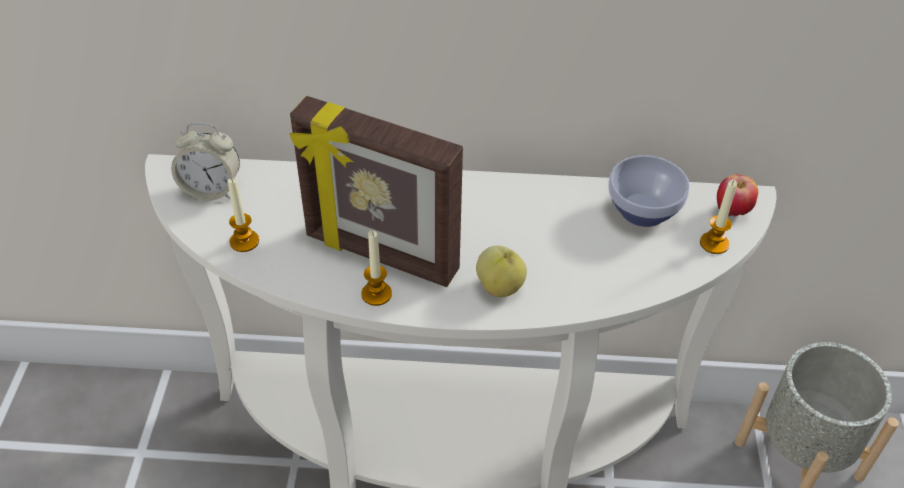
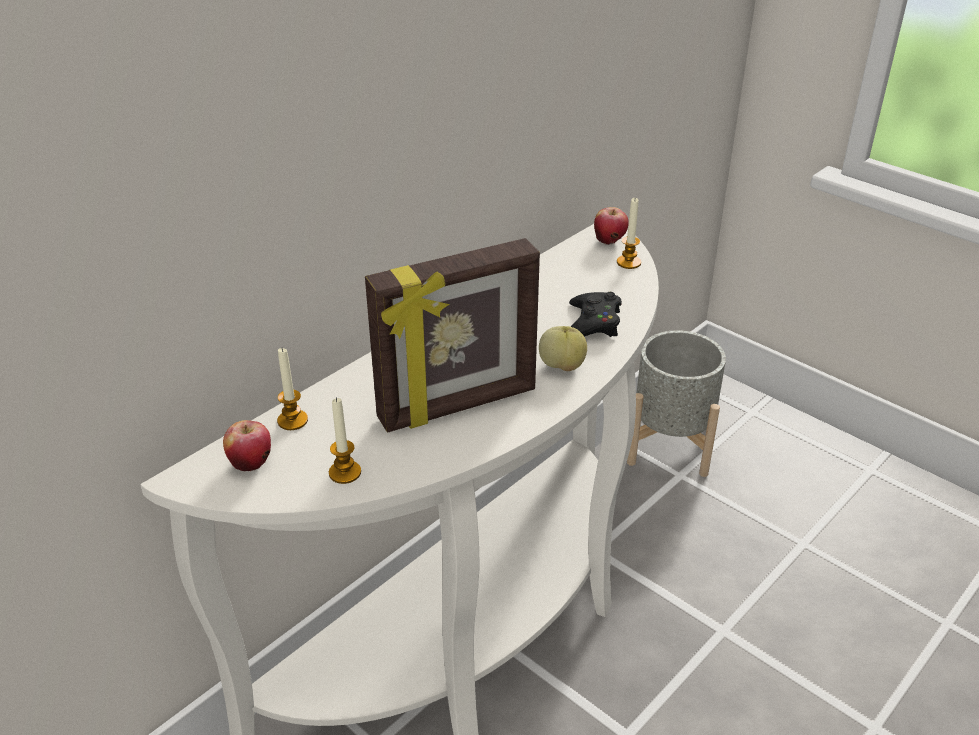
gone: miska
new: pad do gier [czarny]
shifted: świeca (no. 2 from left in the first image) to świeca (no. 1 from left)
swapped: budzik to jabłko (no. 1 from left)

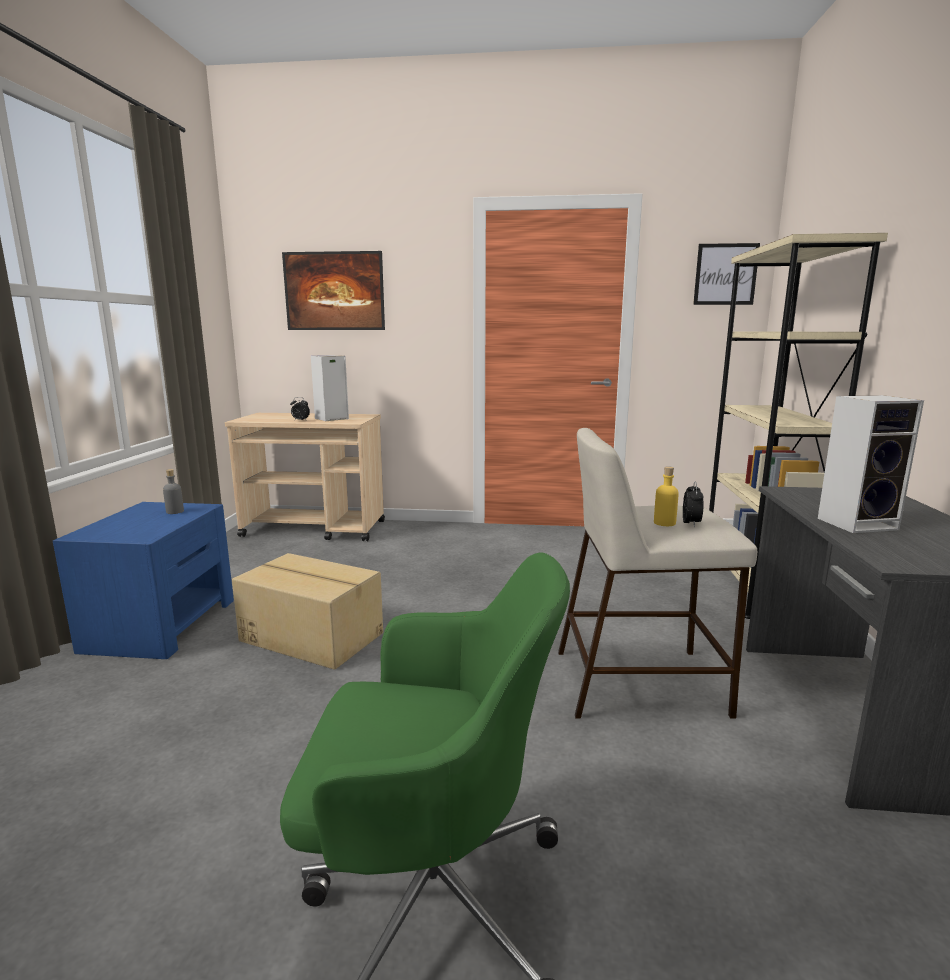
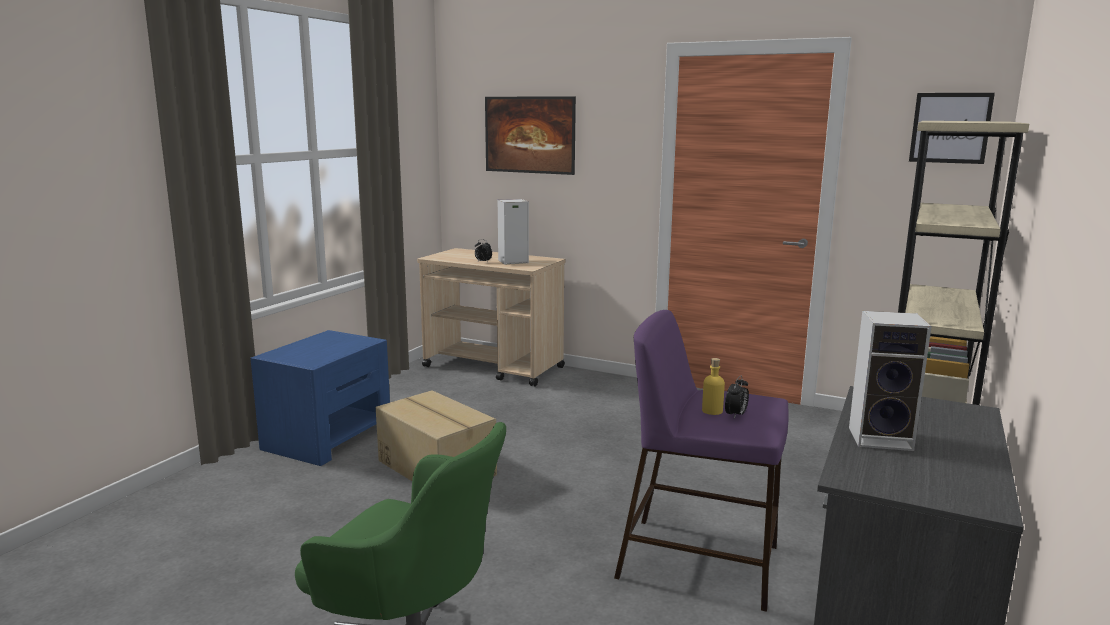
gone: butelka [szary]
repainted: stołek [beżowy] to stołek [fioletowy]

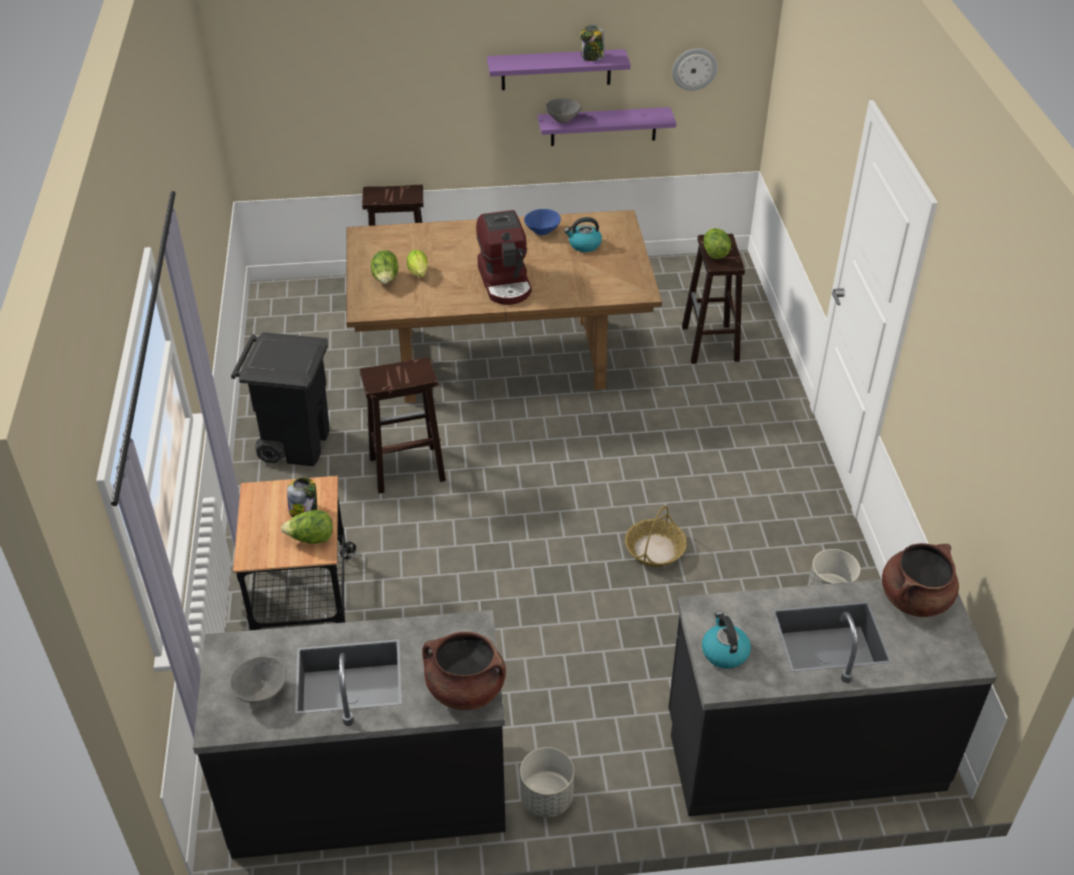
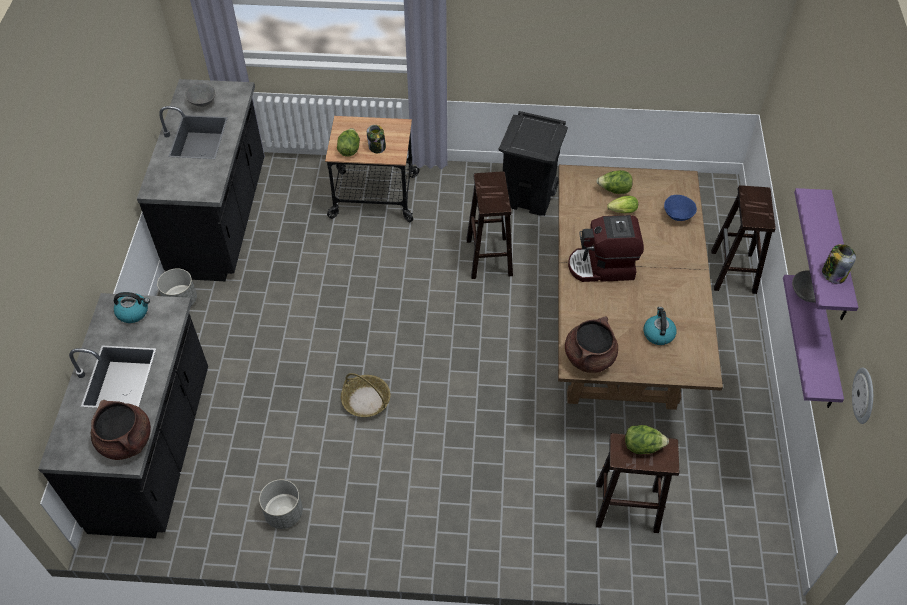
shifted: garnek [brązowy] (no. 1 from left in the first image) to garnek [brązowy] (no. 2 from left); miska [niebieski]

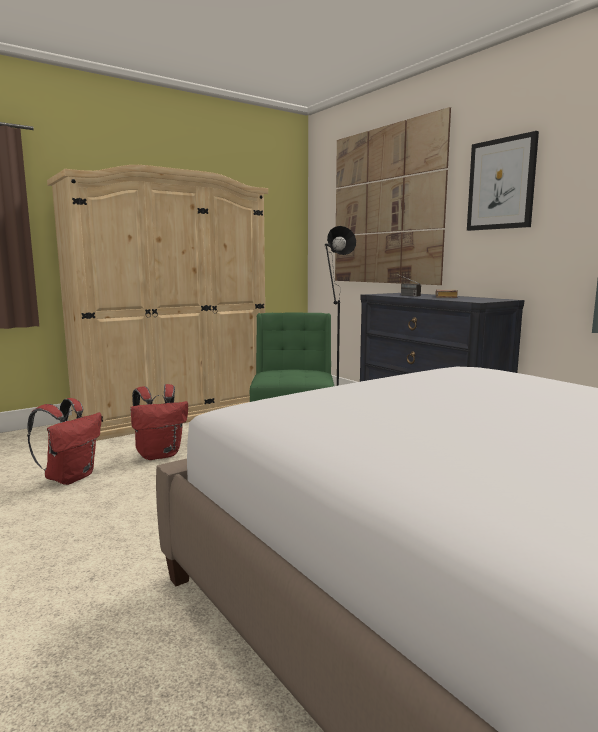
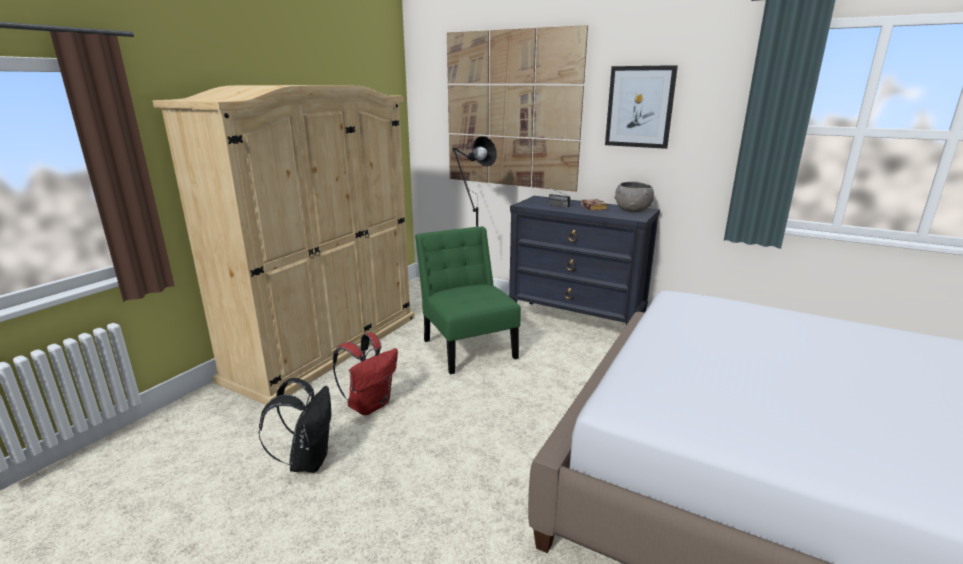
new: miska [szary]
repainted: plecak [czerwony] (no. 1 from left) to plecak [czarny]

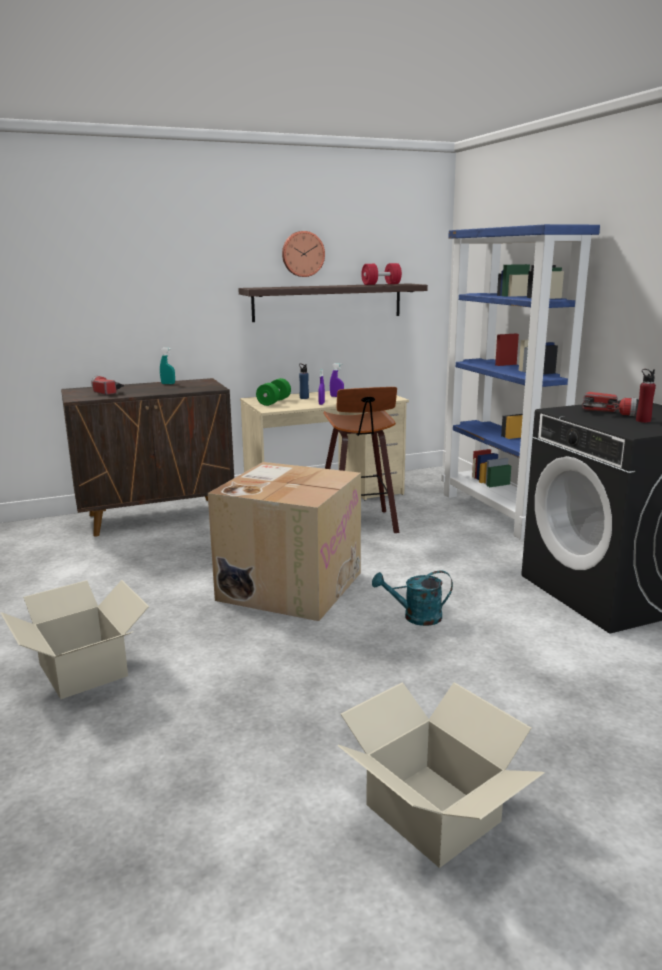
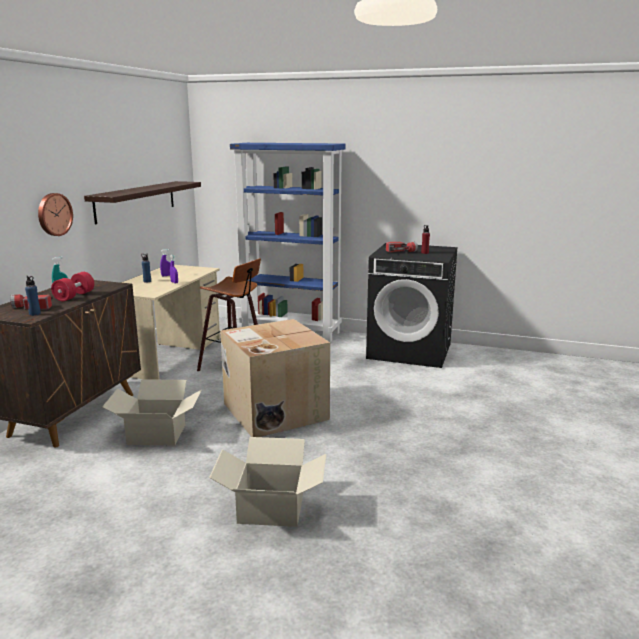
gone: hantel [zielony]; konewka [turkusowy]
new: butelka [niebieski] (no. 1 from left)
shifted: zegar ścienny; karton (no. 3 from left in the first image) to karton (no. 1 from left); hantel [czerwony]

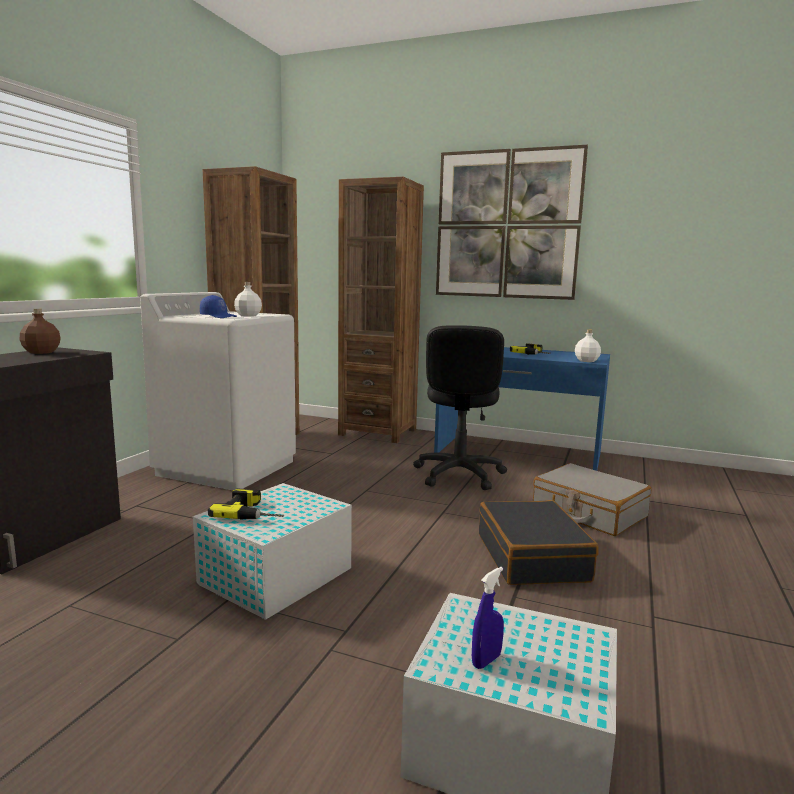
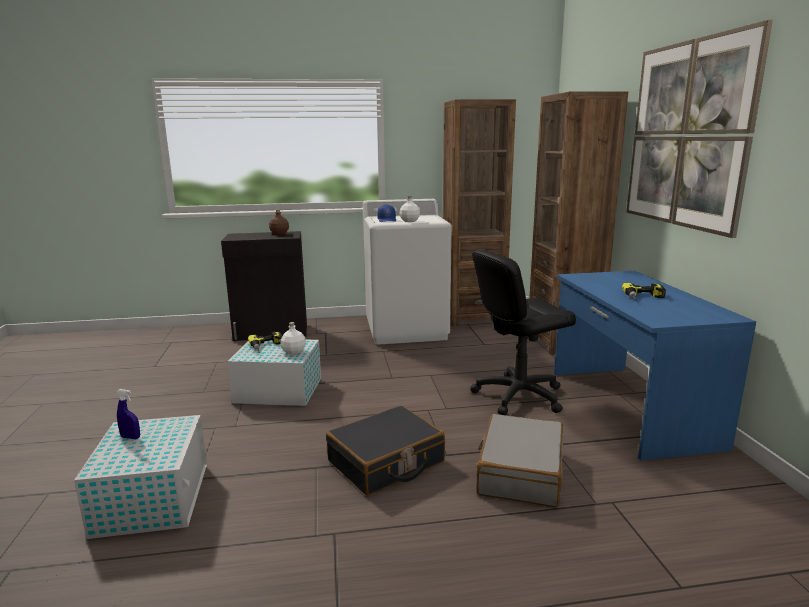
shifted: butelka [biały] (no. 2 from left in the first image) to butelka [biały] (no. 1 from left)

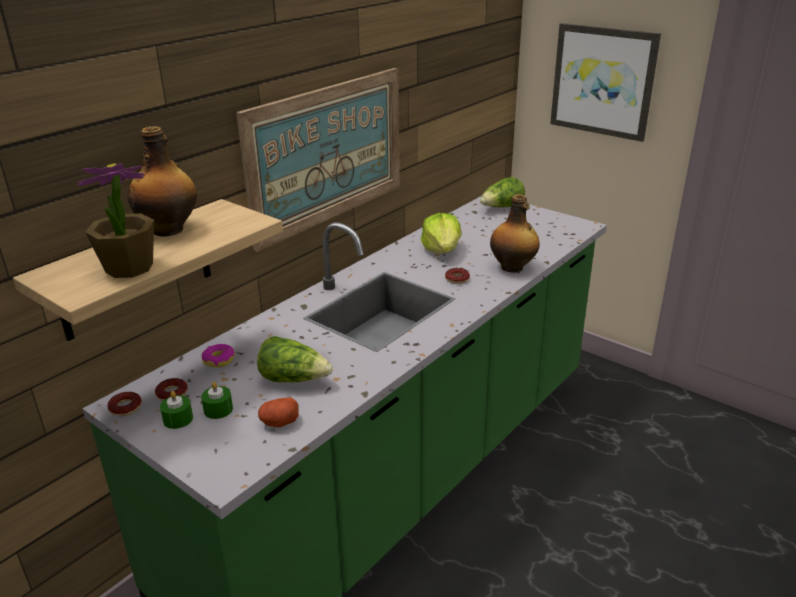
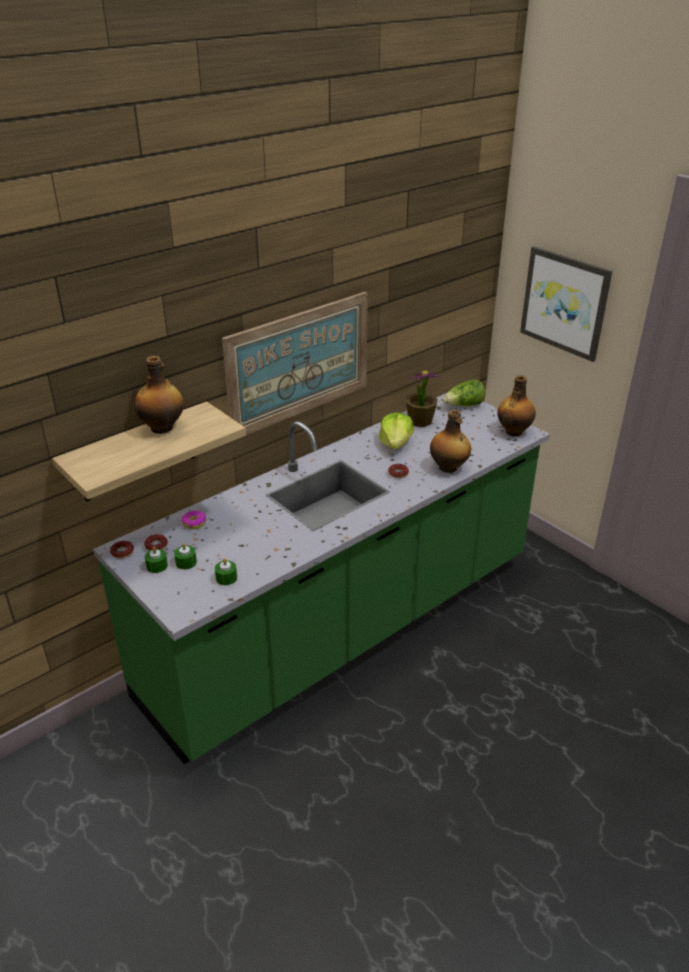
gone: sałata (no. 1 from left)
new: butelka (no. 3 from left)
shifted: roślina doniczkowa
swapped: ziemniak to świeca [zielony] (no. 3 from left)

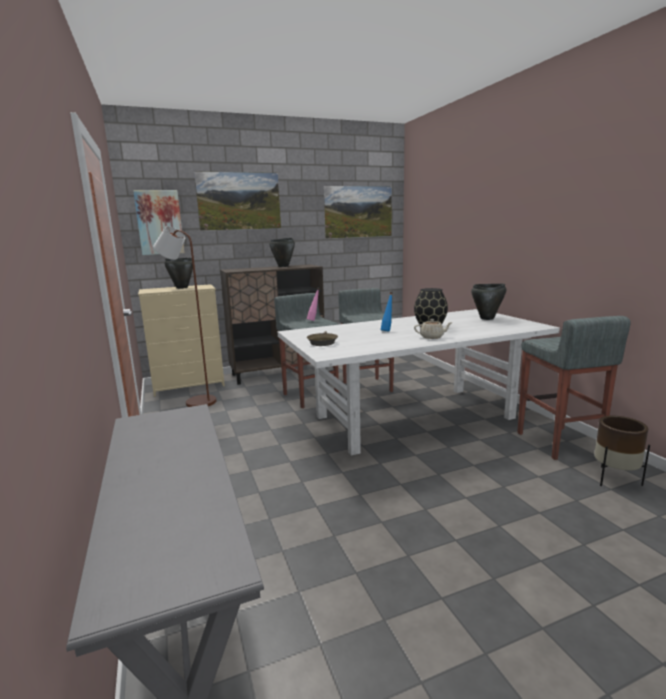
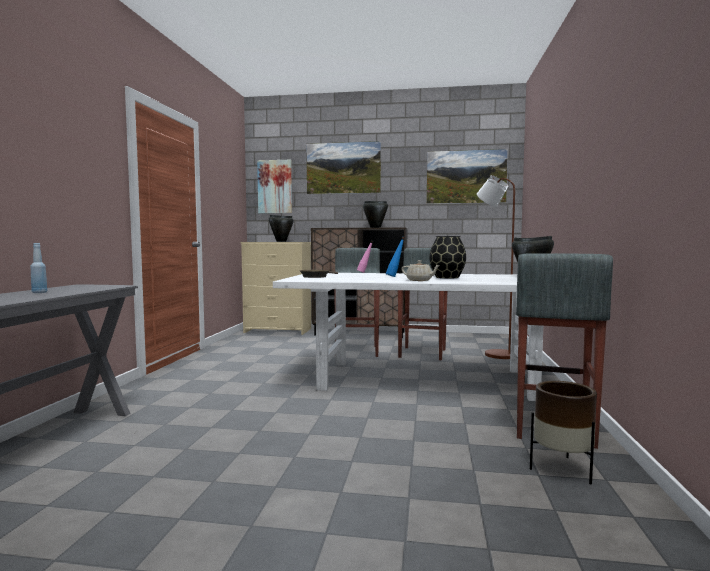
new: butelka [niebieski] (no. 1 from left)
shifted: lampa stojąca [brązowy]

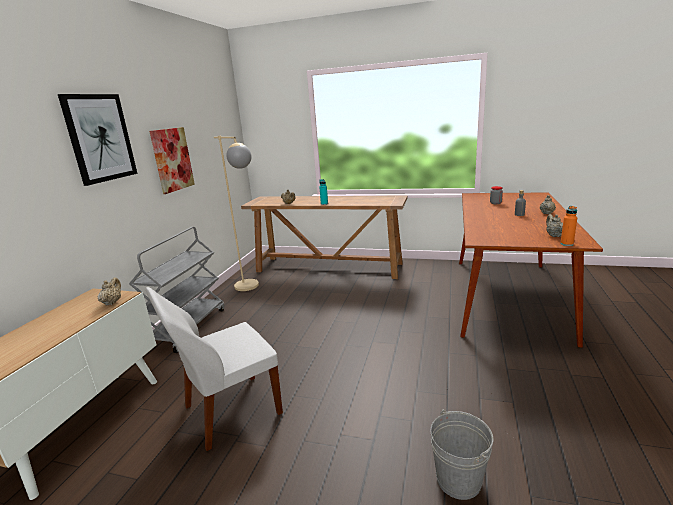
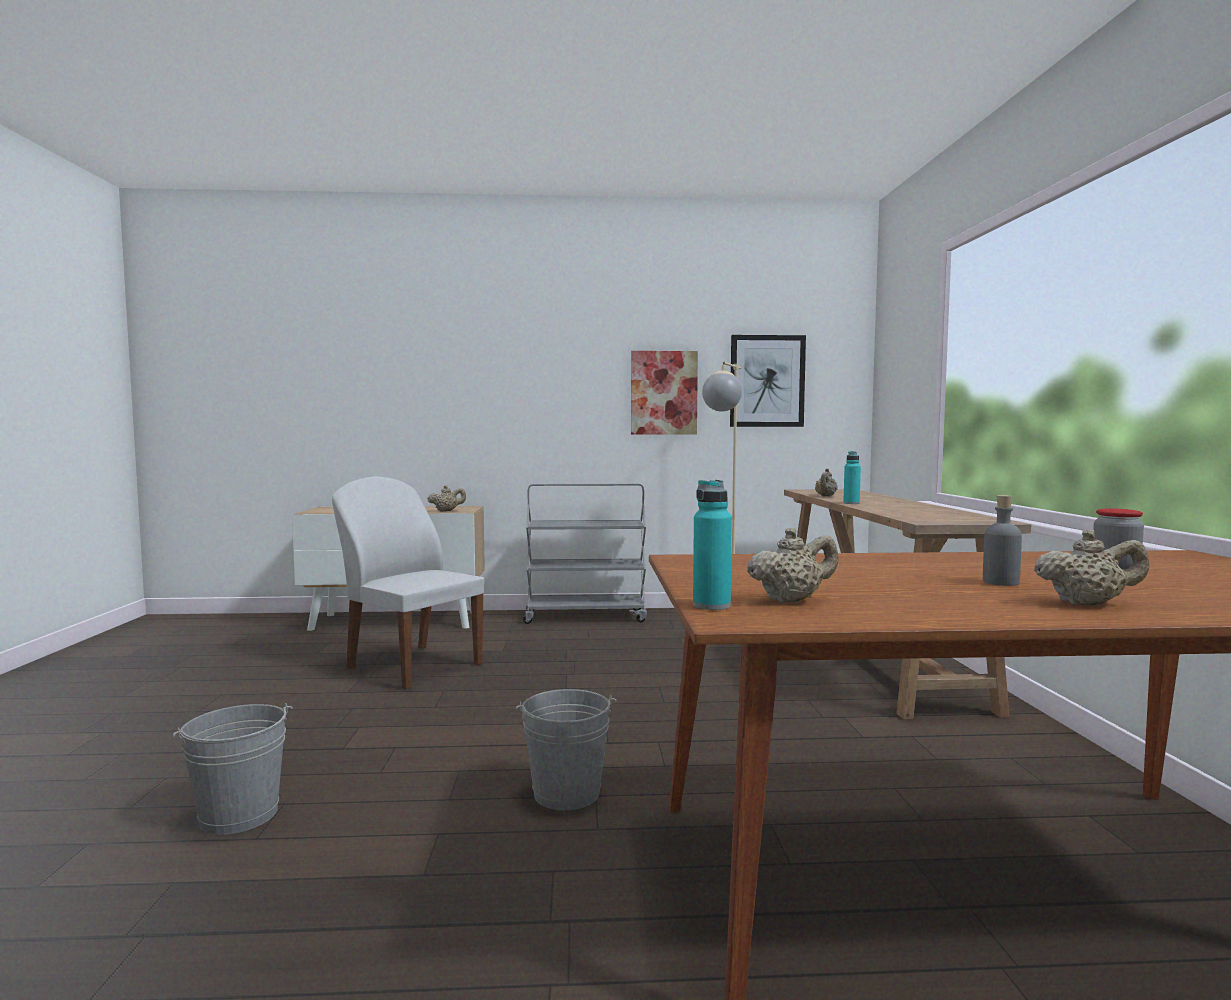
new: wiadro [szary] (no. 2 from left)
shifted: obraz (no. 1 from left in the first image) to obraz (no. 2 from left)
repainted: butelka [pomarańczowy] to butelka [turkusowy] (no. 1 from left)

